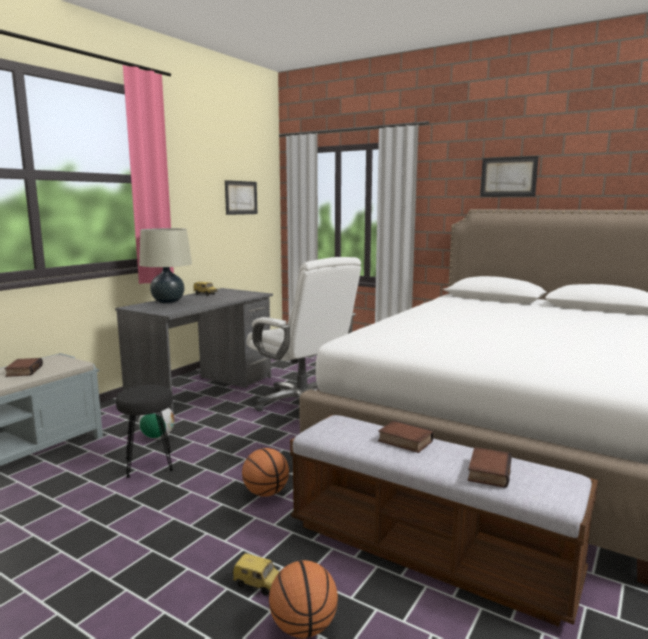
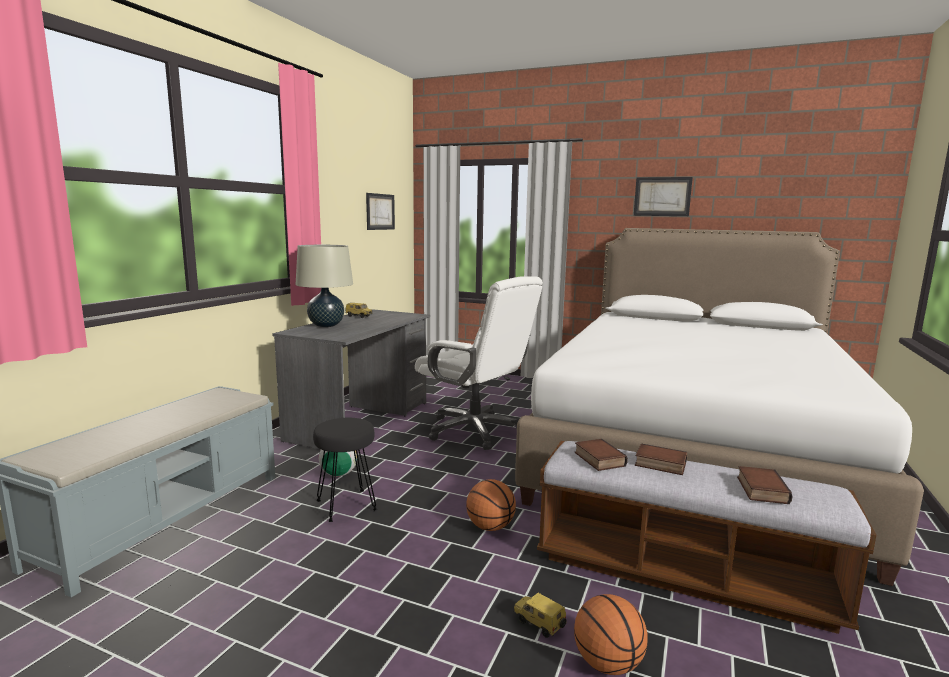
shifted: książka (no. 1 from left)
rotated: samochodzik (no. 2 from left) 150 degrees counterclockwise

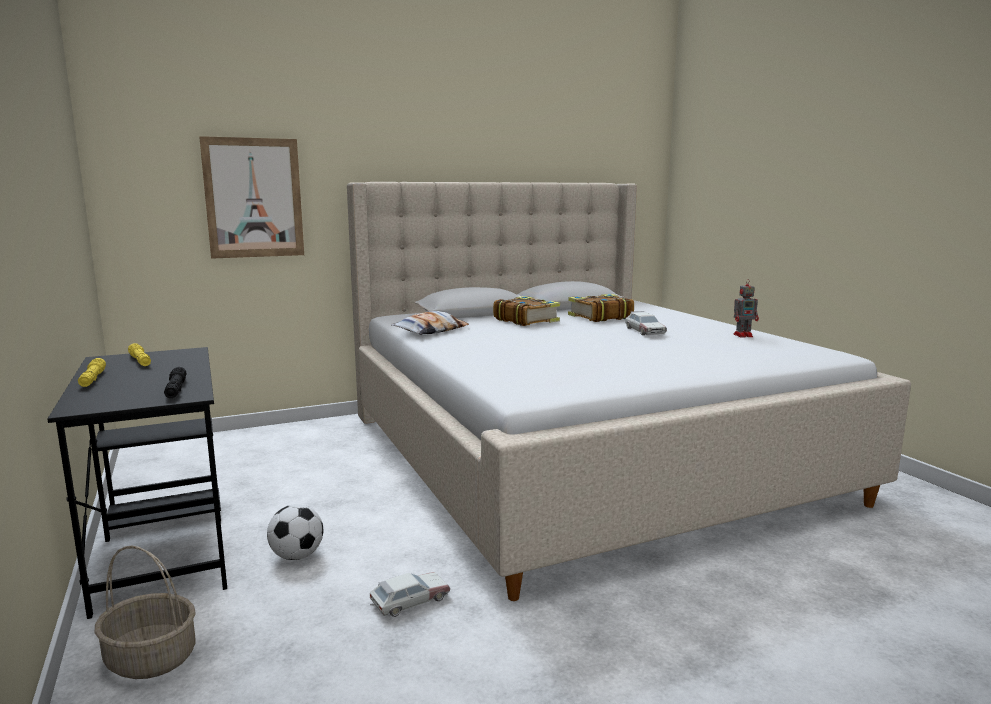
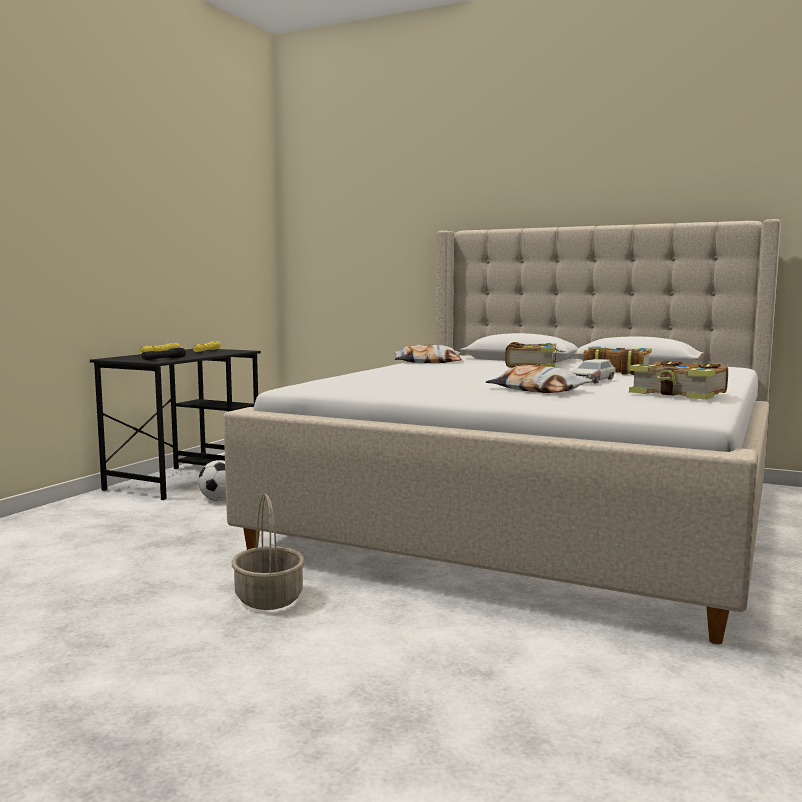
gone: obraz; samochodzik (no. 1 from left)
new: poduszka (no. 2 from left)
shifted: koszyk
swapped: robot zabawkowy to książka (no. 3 from left)

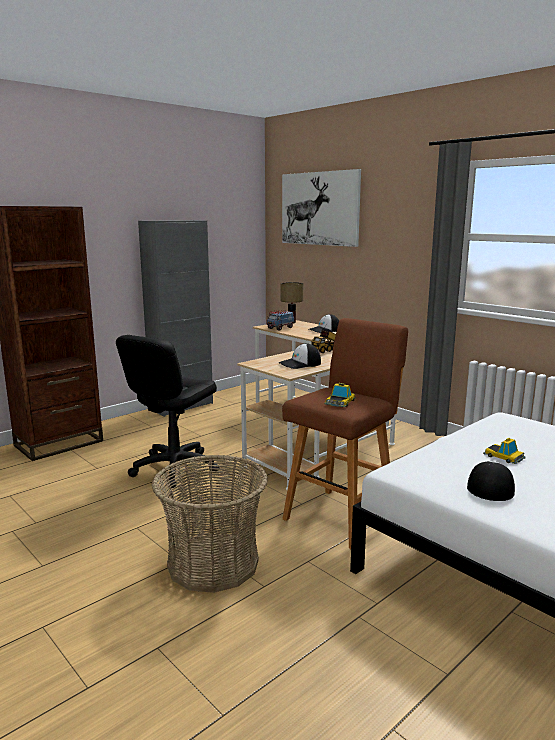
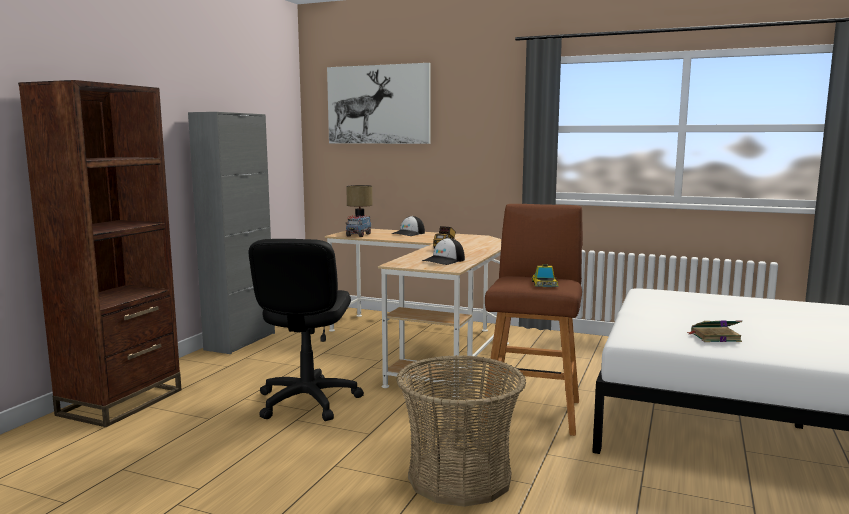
gone: samochodzik (no. 2 from left)
swapped: czapka z daszkiem (no. 3 from left) to książka

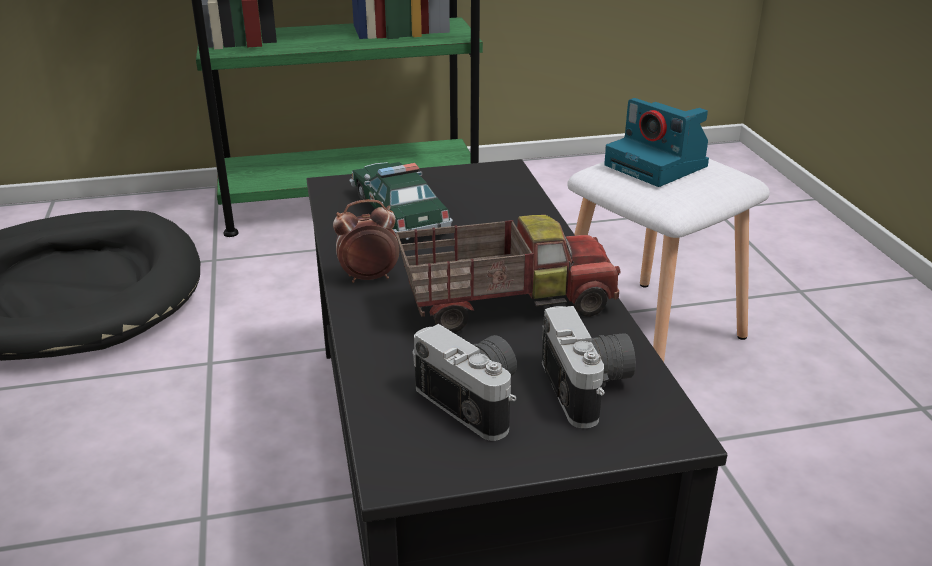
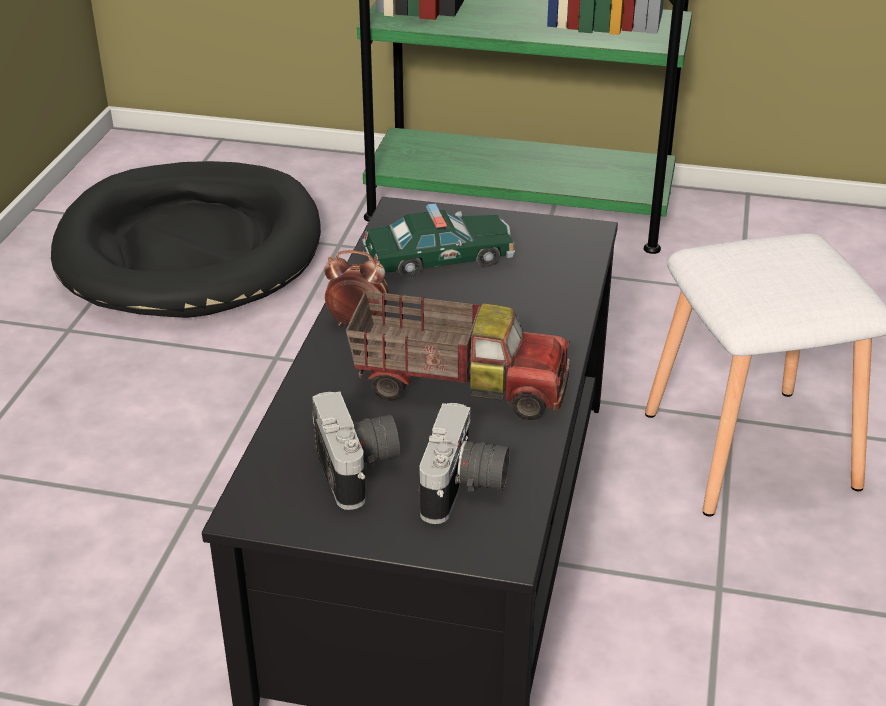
gone: aparat fotograficzny (no. 3 from left)
rotated: samochodzik 75 degrees clockwise

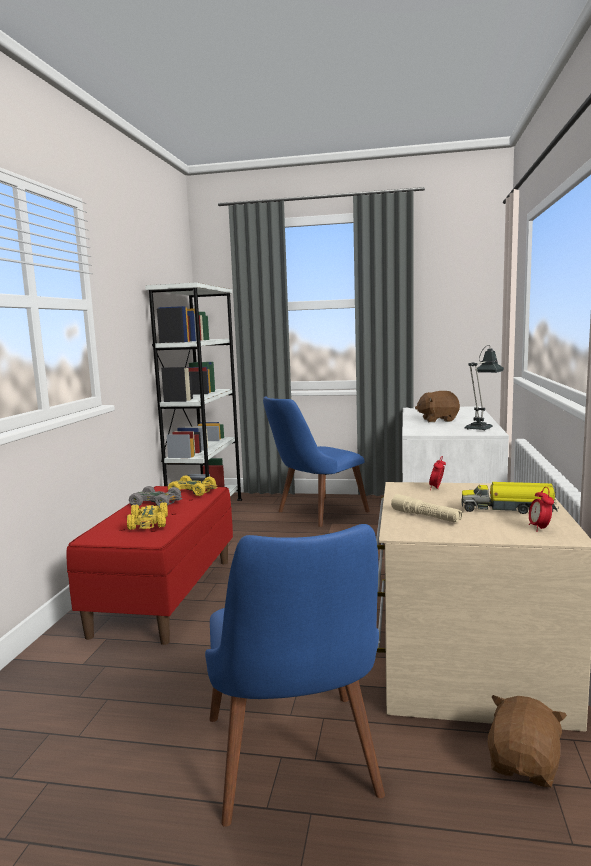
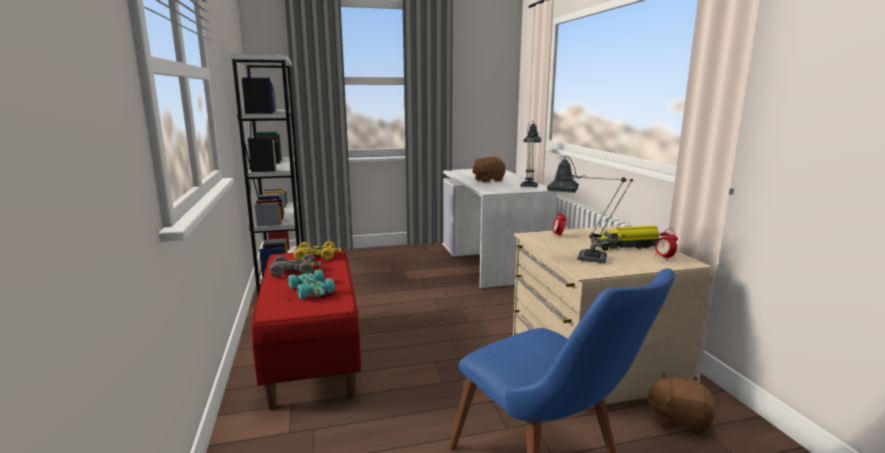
gone: krzesło [niebieski] (no. 2 from left)
swapped: latarka [beżowy] to lampa stołowa (no. 2 from left)
repainted: samochodzik [żółty] (no. 1 from left) to samochodzik [turkusowy]
rotated: pluszak [brązowy] (no. 2 from left) 75 degrees counterclockwise

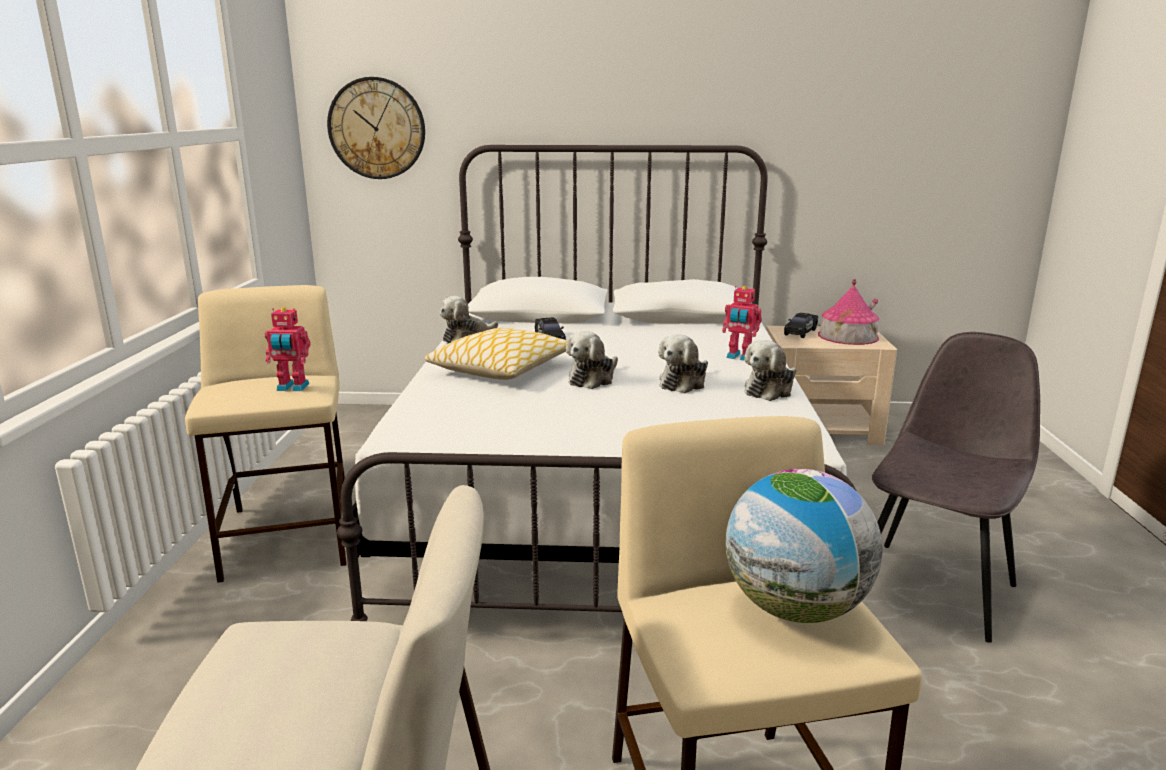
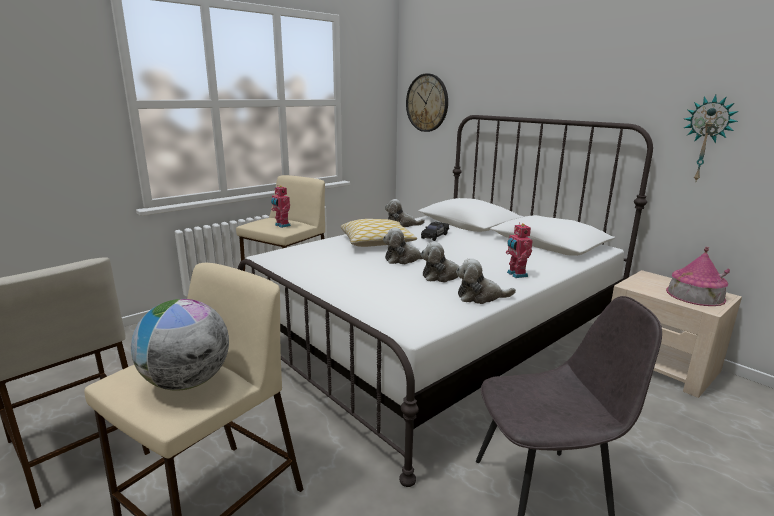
gone: samochodzik [czarny] (no. 2 from left)
new: zegar ścienny (no. 2 from left)

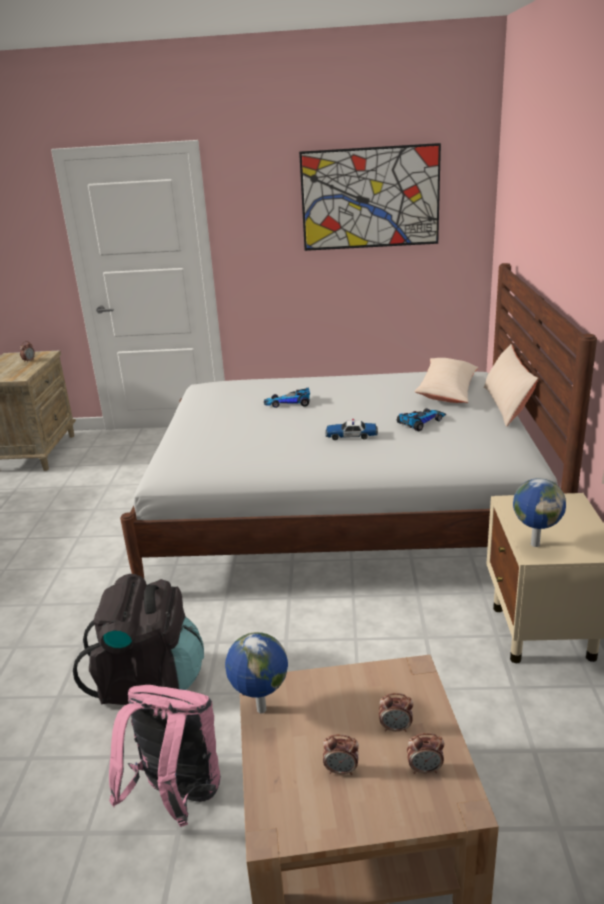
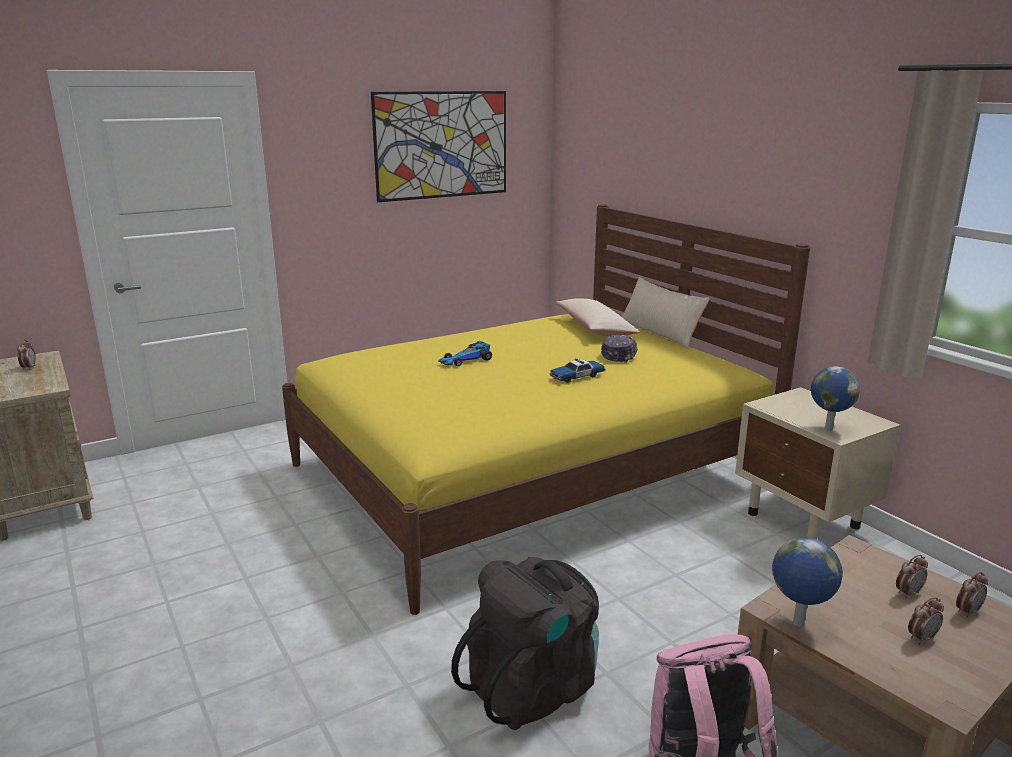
swapped: samochodzik (no. 3 from left) to czapka z daszkiem
repainted: łóżko [biały] to łóżko [żółty]

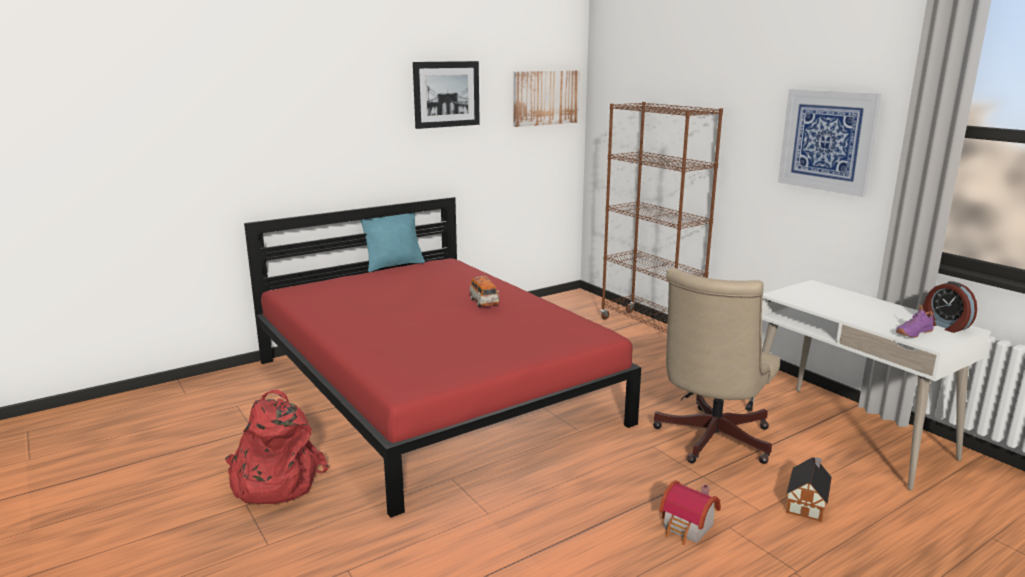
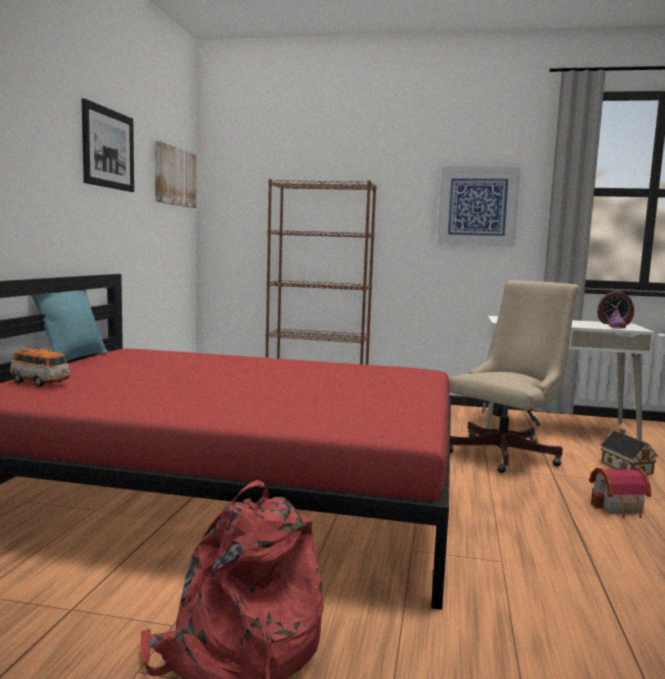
shifted: samochodzik
rotated: krzesło biurowe [beżowy] 120 degrees counterclockwise

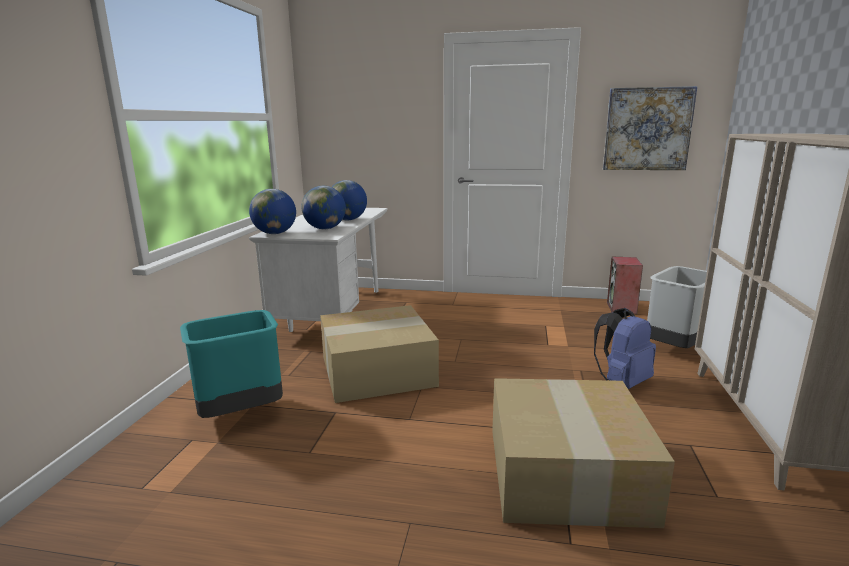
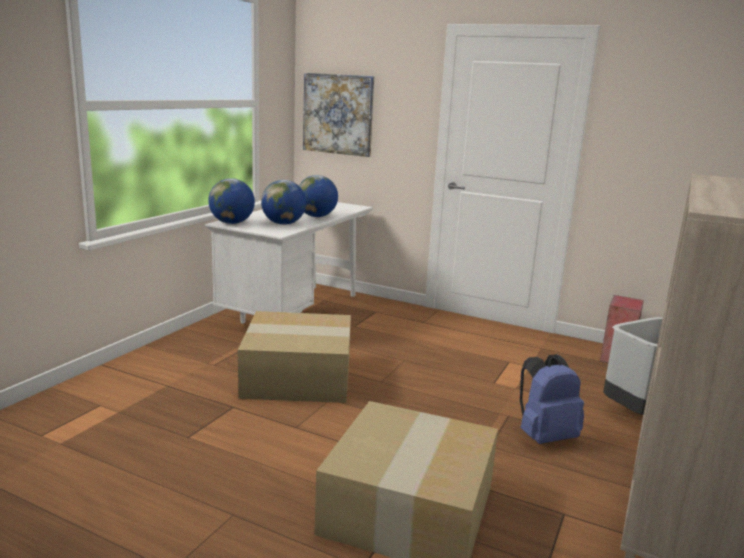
gone: kosz na śmieci [turkusowy]
shifted: obraz

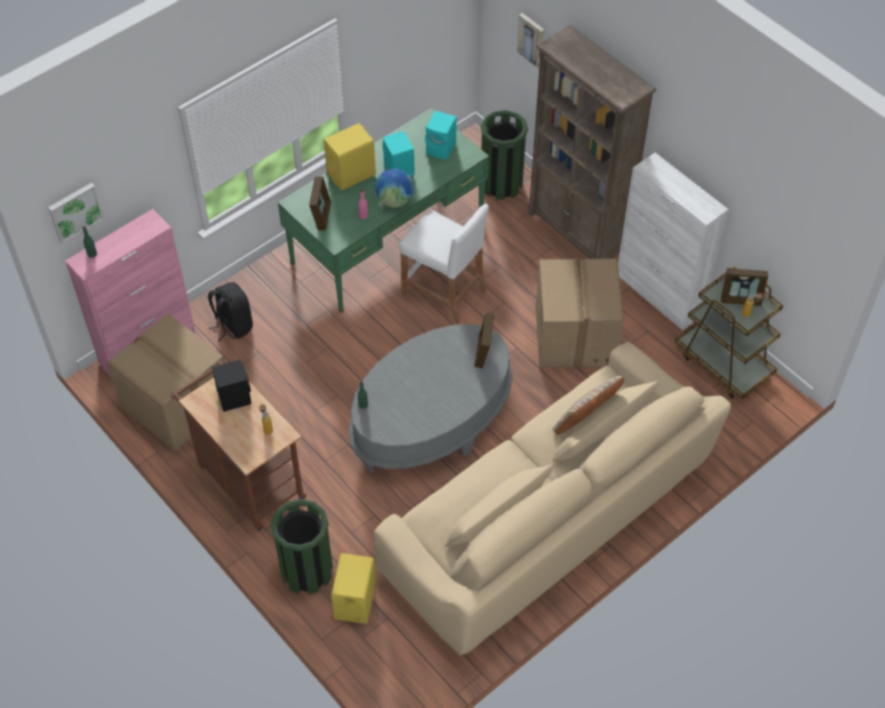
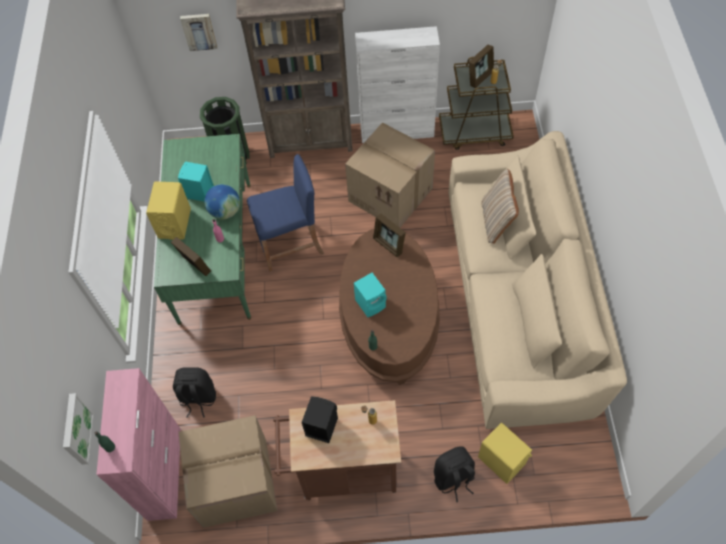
shifted: głośnik [turkusowy] (no. 2 from left)
swapped: kosz na śmieci [zielony] (no. 1 from left) to plecak [czarny] (no. 2 from left)
repainted: ława [szary] to ława [brązowy]; stołek [biały] to stołek [niebieski]

